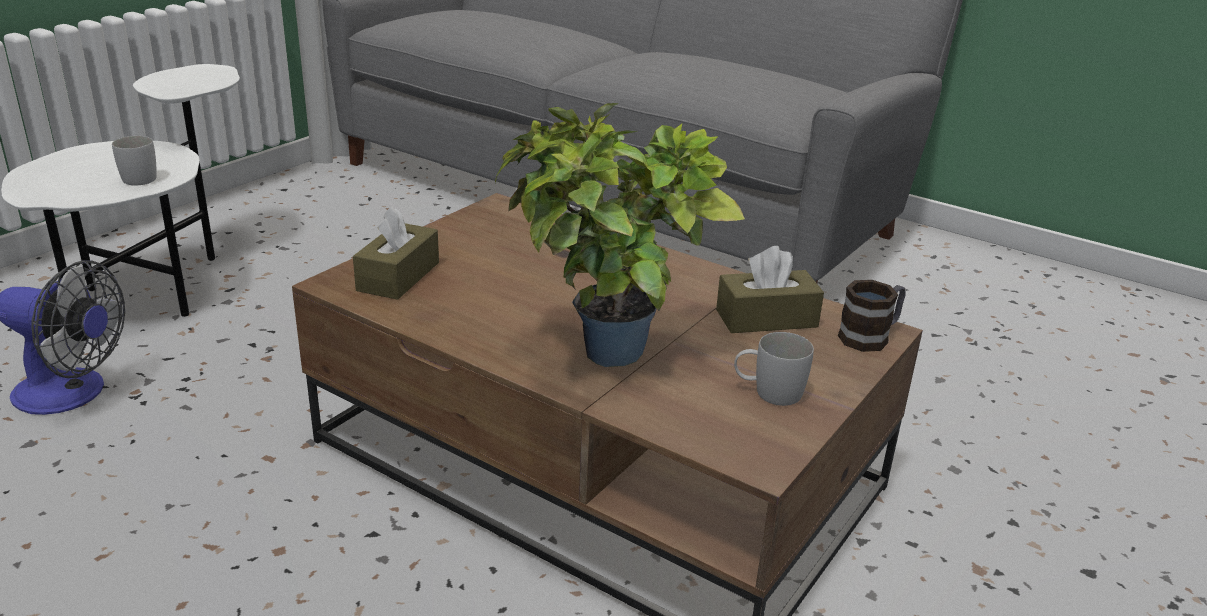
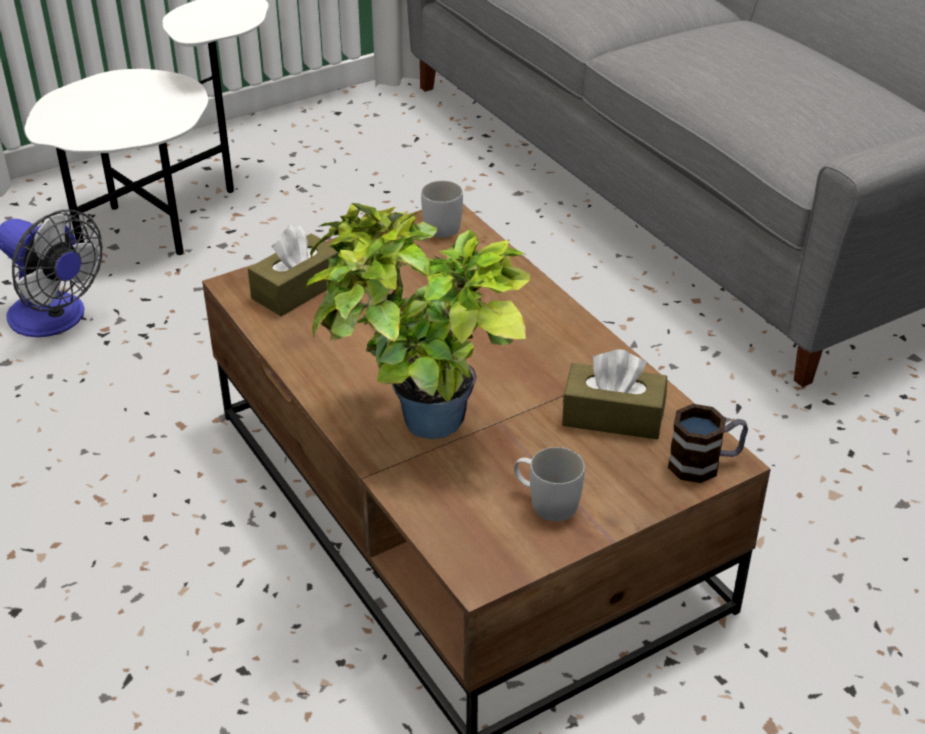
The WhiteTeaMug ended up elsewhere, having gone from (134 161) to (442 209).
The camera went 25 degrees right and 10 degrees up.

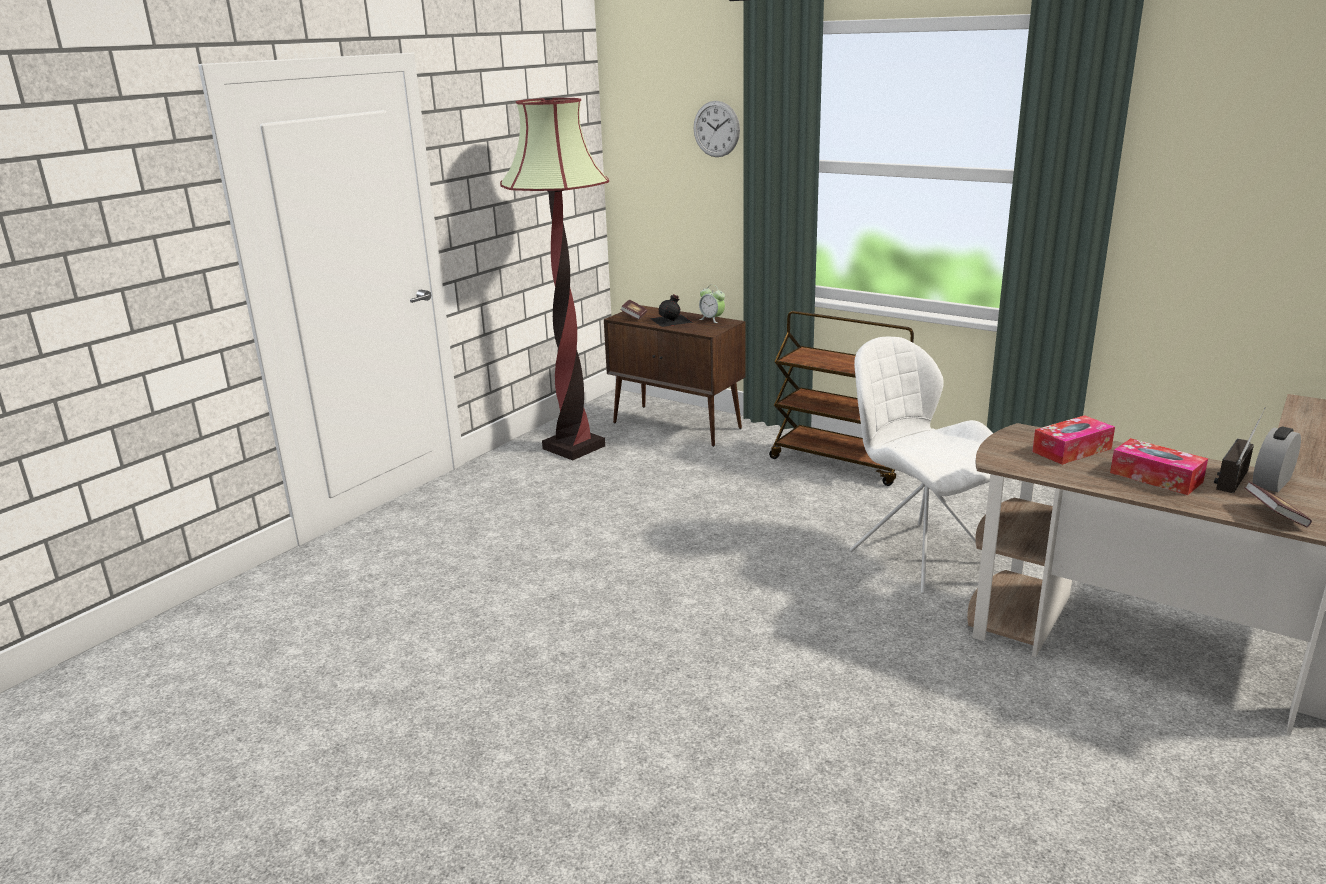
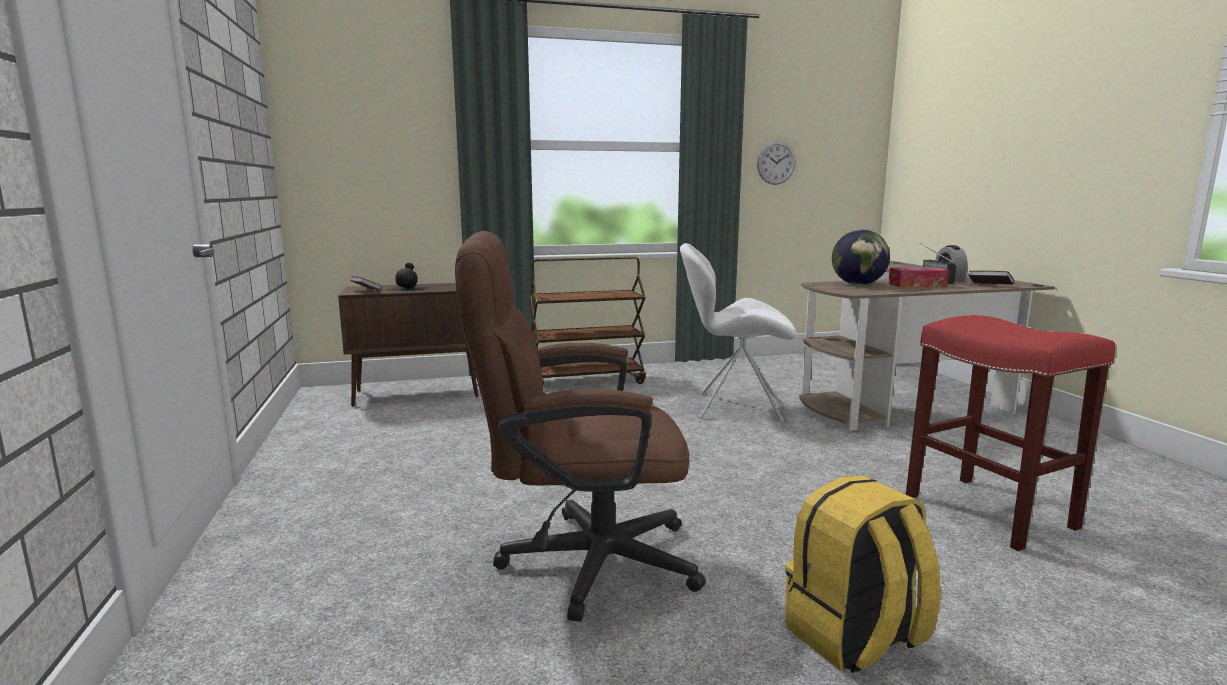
The second view lost the StandingLamp at (554 279).
The ClockOnTheWall ended up elsewhere, having gone from (716 129) to (776 163).
The second view lost the AlarmClock at (712 304).
Where the TissueBox stood at (1073 440), the WorldGlobe came to stand at (861 257).
The second view gained the BrownColouredOfficeChair at (580 426).
The second view gained the YellowishRucksack at (863 574).
The second view gained the ReddishSittingStool at (1010 433).
The camera went 50 degrees left and 10 degrees down.

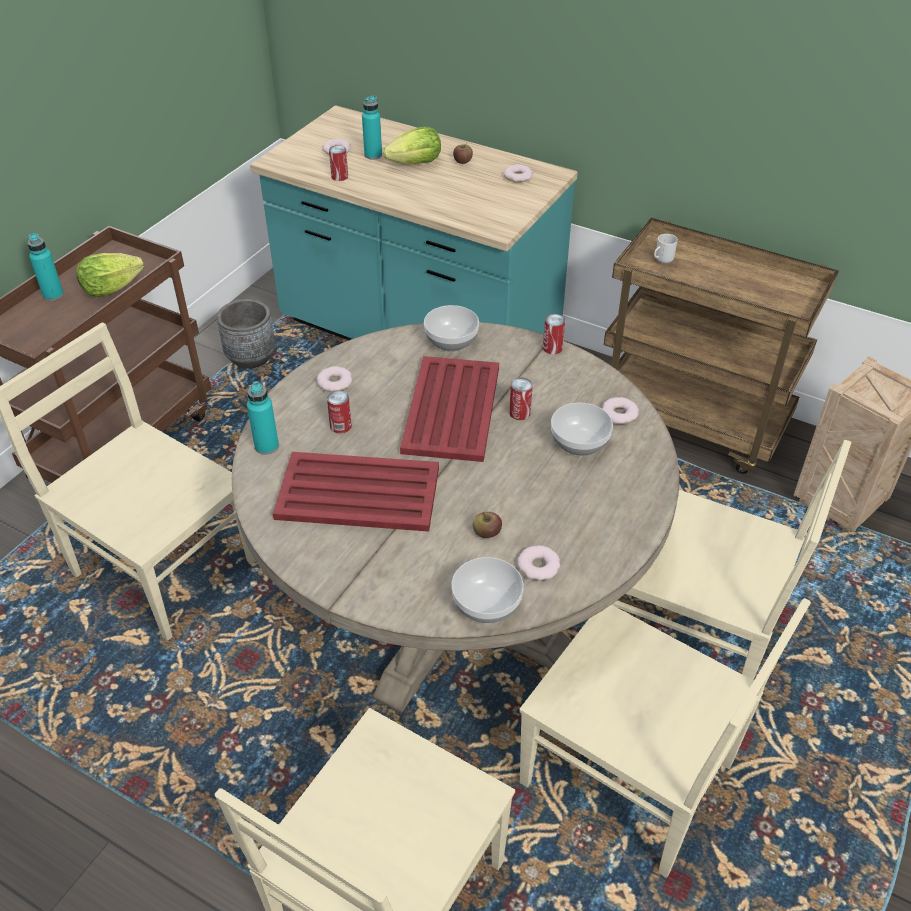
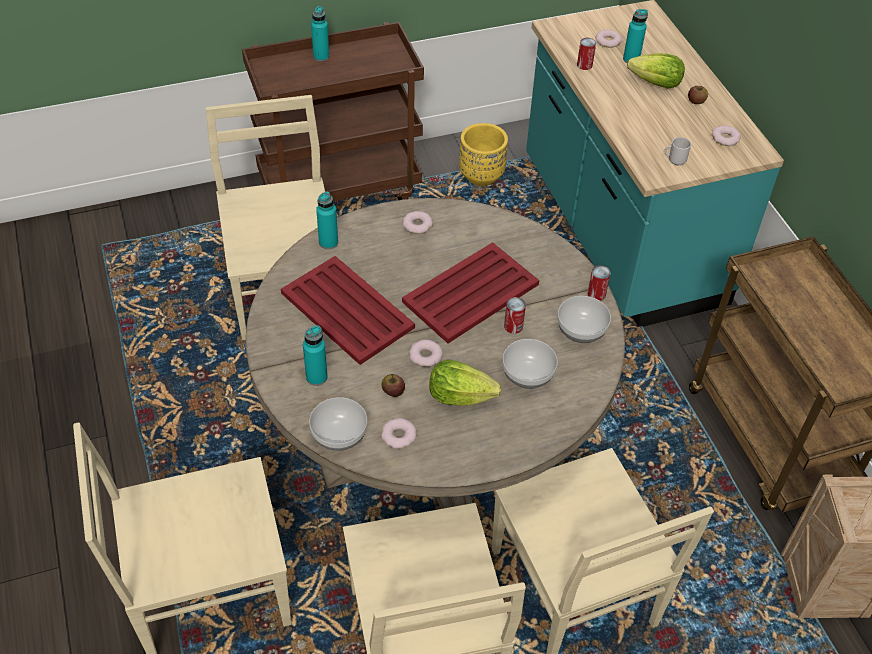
The Lettuce ended up elsewhere, having gone from (110 275) to (465 382).
What was the GreyishPlanter at (246 334) turned into the YellowishPlanter at (483 154).
The second view lost the Can at (339 412).
The ServingBowl ended up elsewhere, having gone from (451 328) to (584 319).
The Doughnut ended up elsewhere, having gone from (620 410) to (426 353).
The TeaMug ended up elsewhere, having gone from (666 249) to (677 151).
The second view gained the TurquoiseColouredBeverageBottle at (315 355).
The camera went 40 degrees right and 5 degrees up.

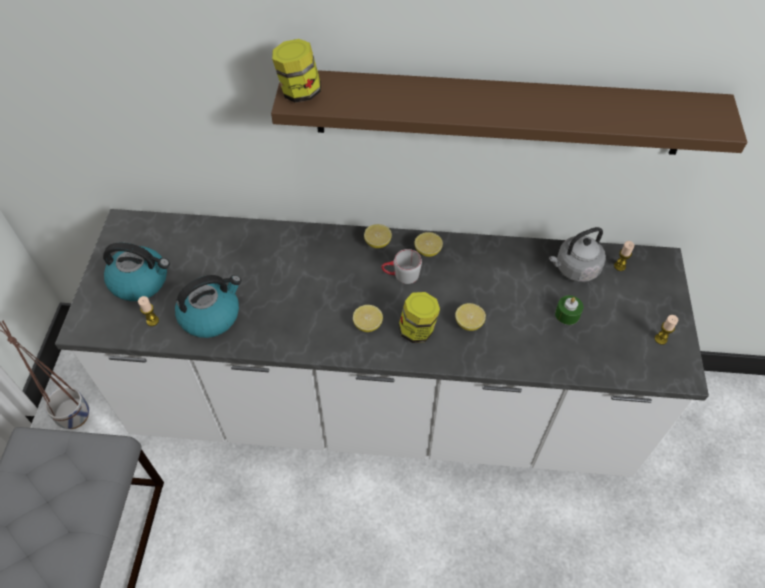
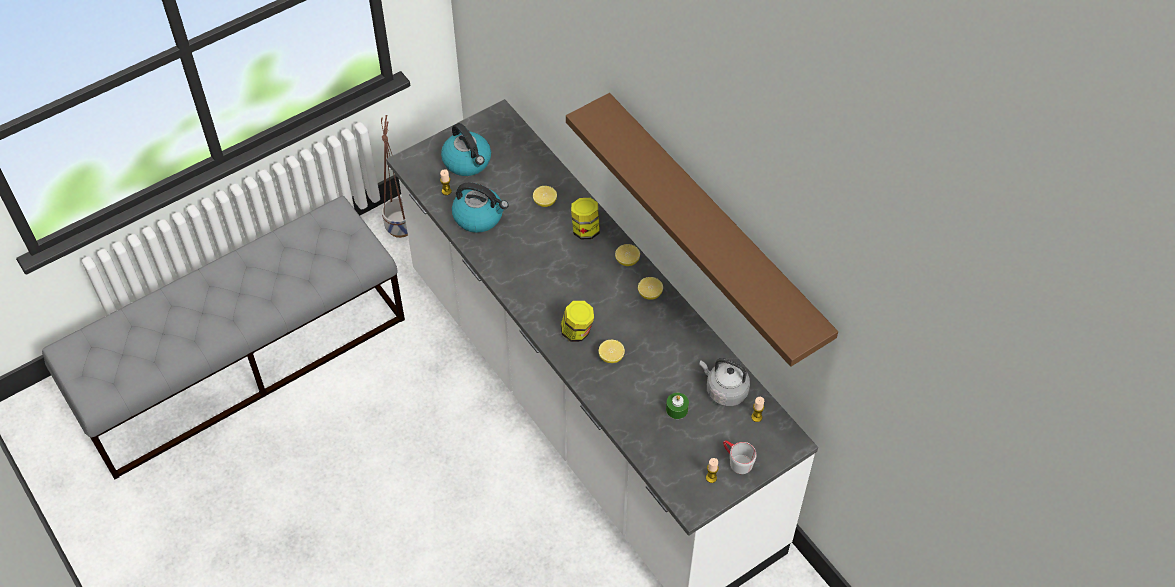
The StorageJar ended up elsewhere, having gone from (296 71) to (585 218).
The WholeLemon ended up elsewhere, having gone from (368 318) to (545 196).
The GreyishTeaMug ended up elsewhere, having gone from (401 266) to (739 457).
The camera went 50 degrees right and 0 degrees up.

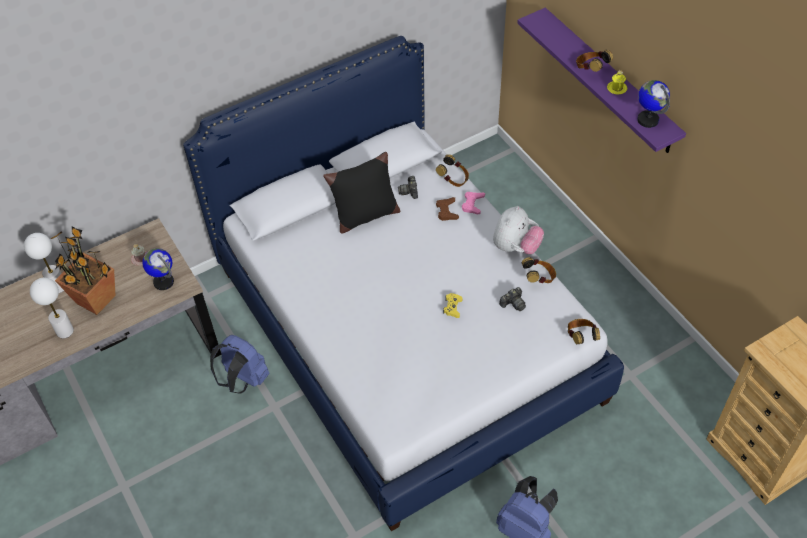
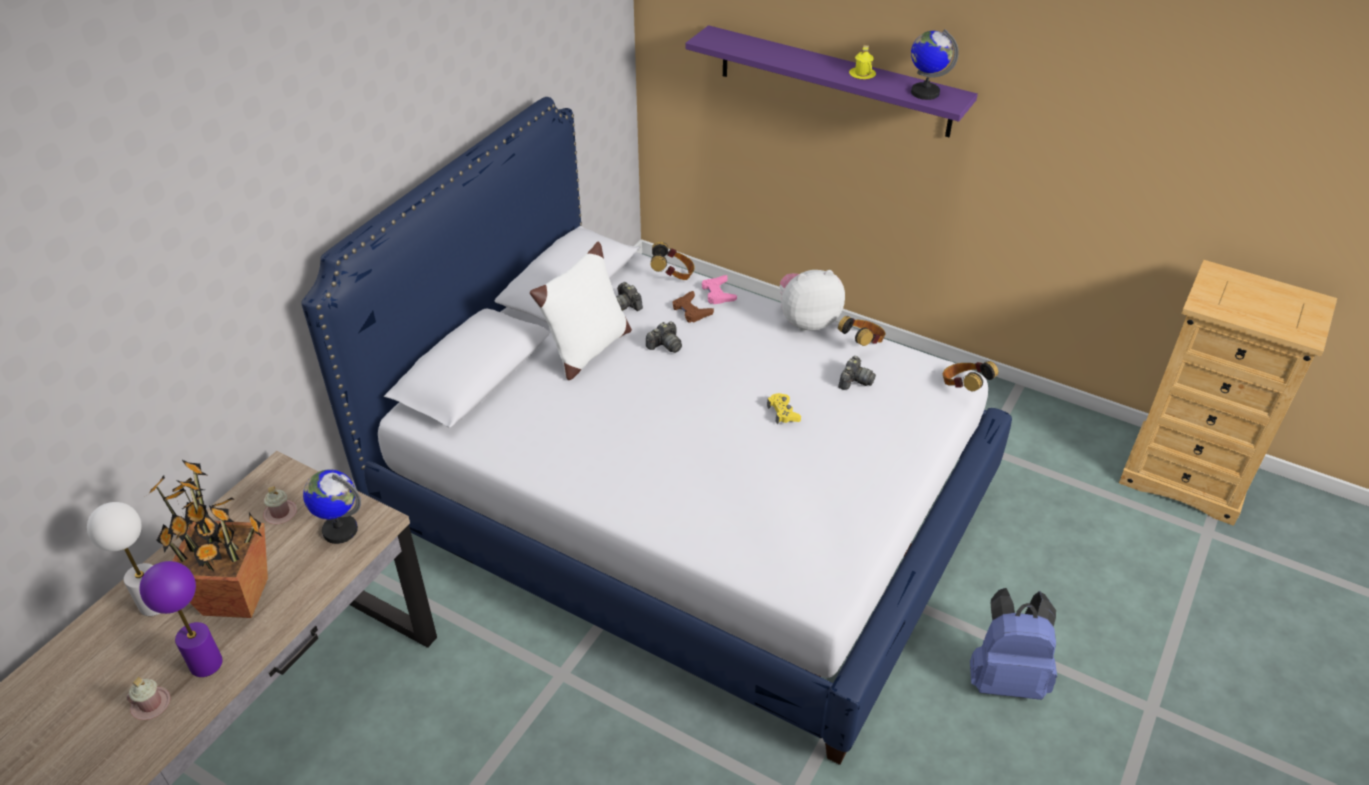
What was the WhiteTableLamp at (52 308) turned into the PurpleColouredTableLamp at (181 619).
The second view lost the BlueColouredRucksack at (240 364).
What was the BlackishThrowPillow at (362 193) turned into the WhiteThrowPillow at (581 310).
The CuddlyToy at (518 230) ended up facing another way, 105 degrees counterclockwise from before.
The second view lost the Headphones at (594 61).
The second view gained the PinkishTeaMug at (149 698).
The second view gained the PhotoCamera at (664 337).
The camera went 30 degrees left and 10 degrees down.

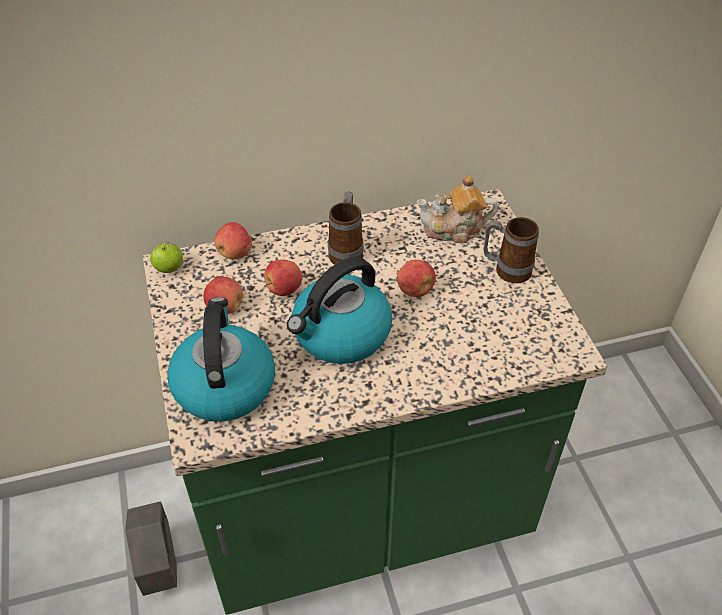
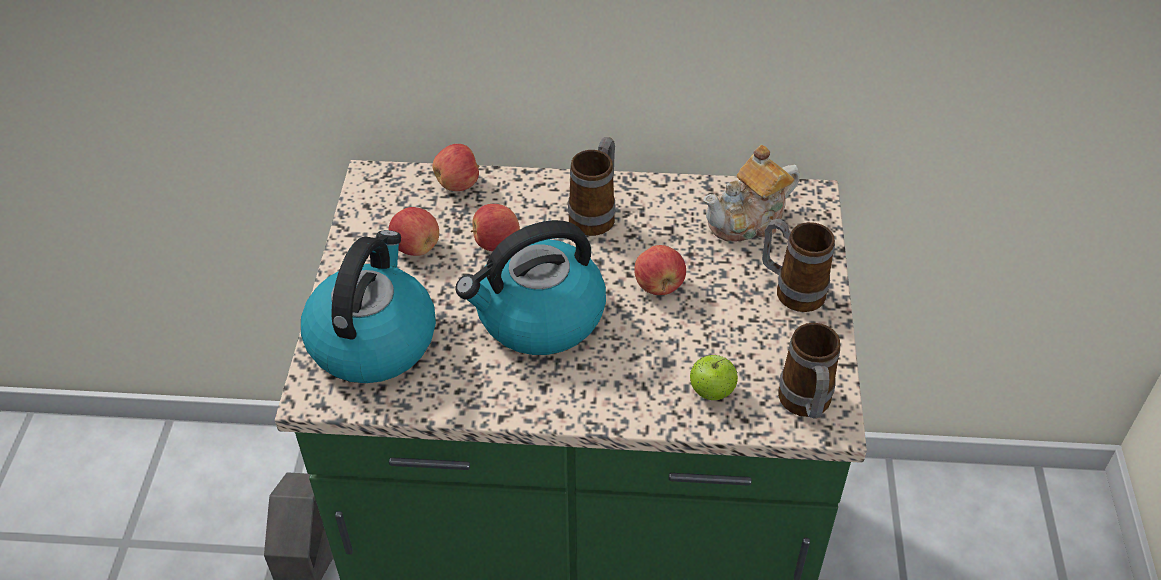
The Apple ended up elsewhere, having gone from (166 257) to (714 377).
The Teapot at (457 209) ended up facing another way, 45 degrees counterclockwise from before.
The second view gained the TeaMug at (809 371).
The camera went 20 degrees right and 0 degrees up.

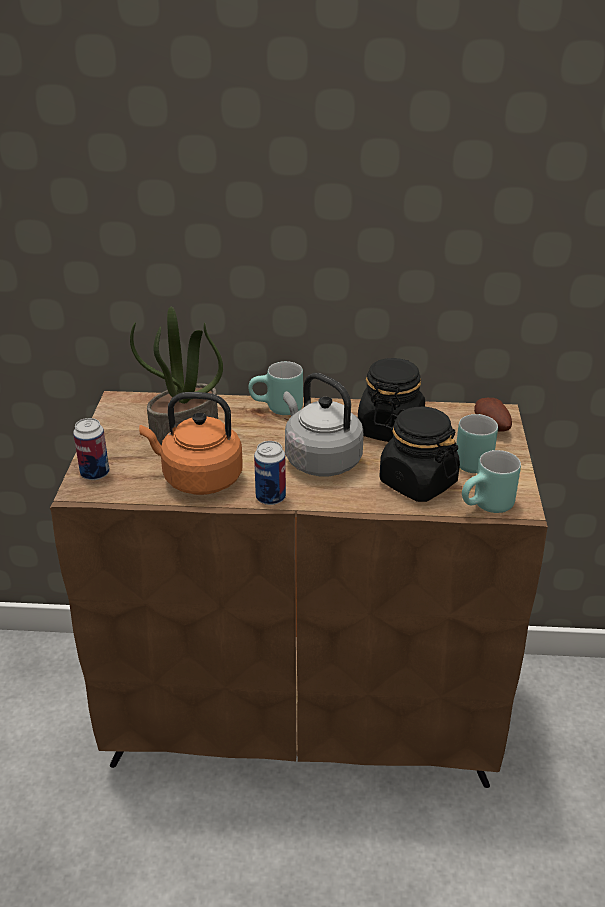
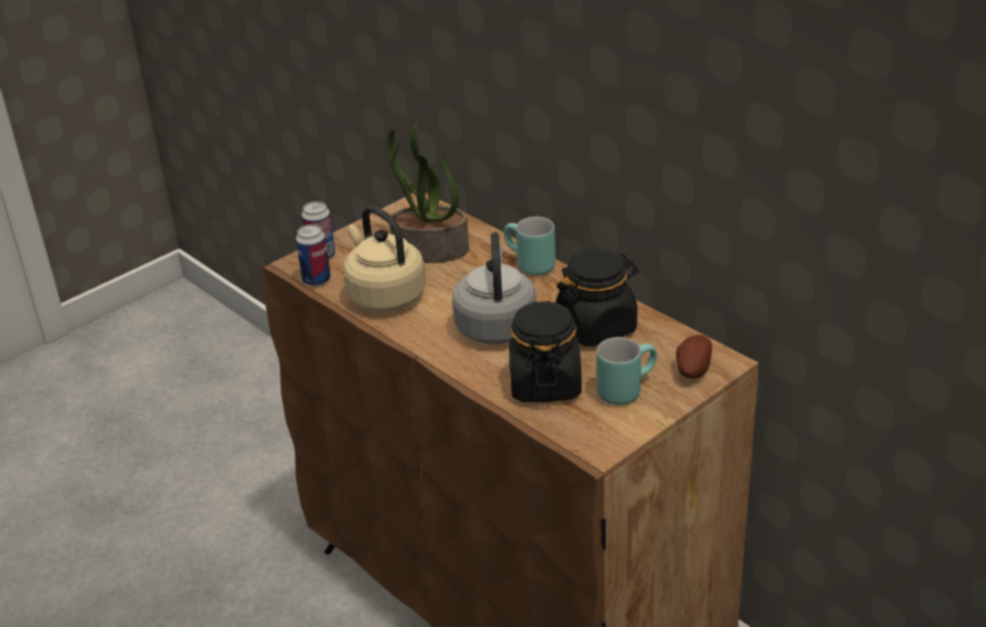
What was the OrangeColouredTeaKettle at (191 443) turned into the SandColouredTeaKettle at (384 259).
The Can ended up elsewhere, having gone from (270 473) to (313 255).
The second view lost the TurquoiseColouredTeaMug at (491 481).
The camera went 45 degrees right and 0 degrees up.

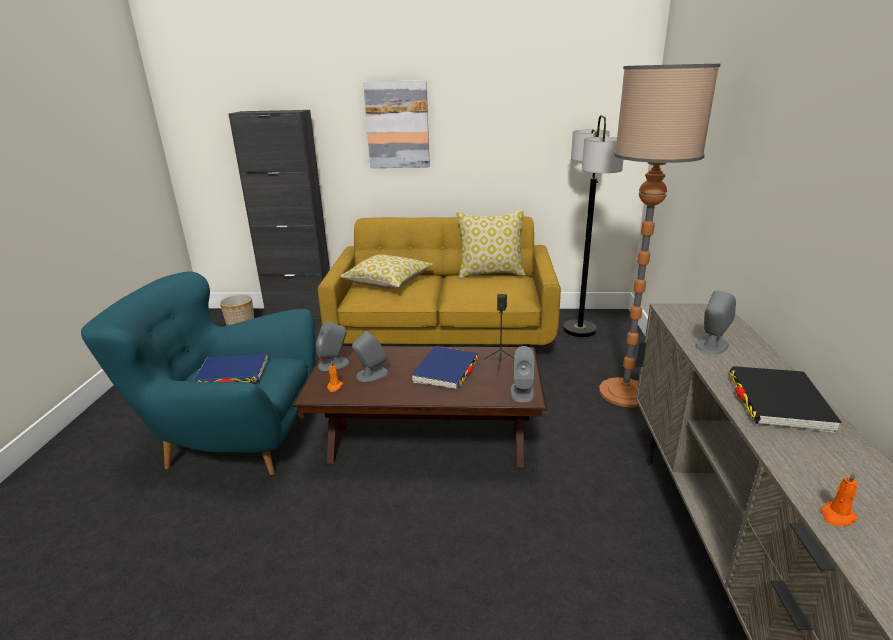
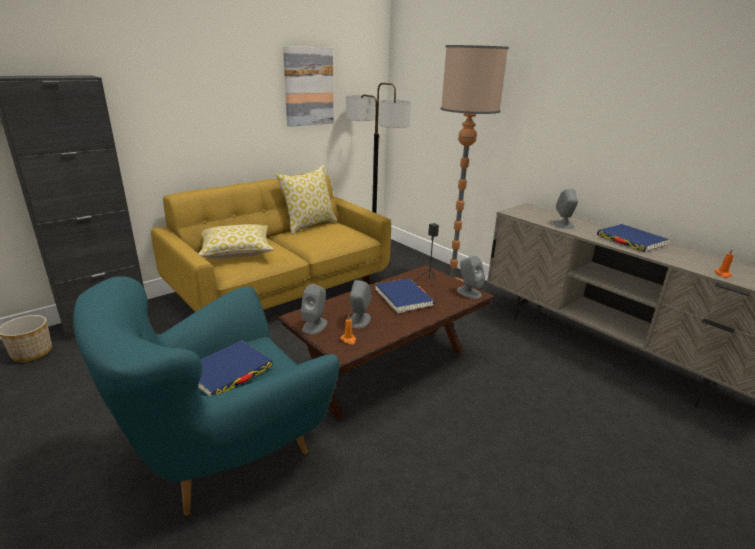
The Picture ended up elsewhere, having gone from (396 124) to (308 86).
What was the BlackishBook at (786 399) turned into the BlueColouredBook at (633 238).
The camera went 45 degrees left and 0 degrees up.

